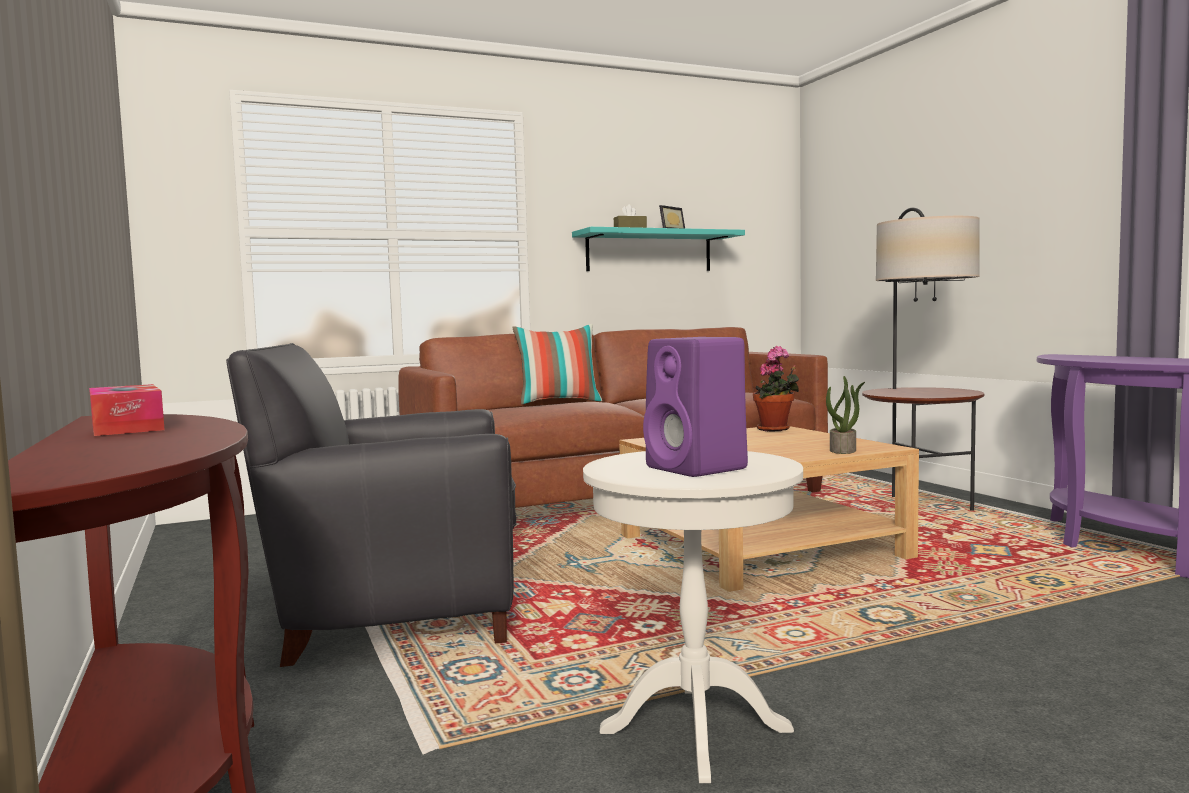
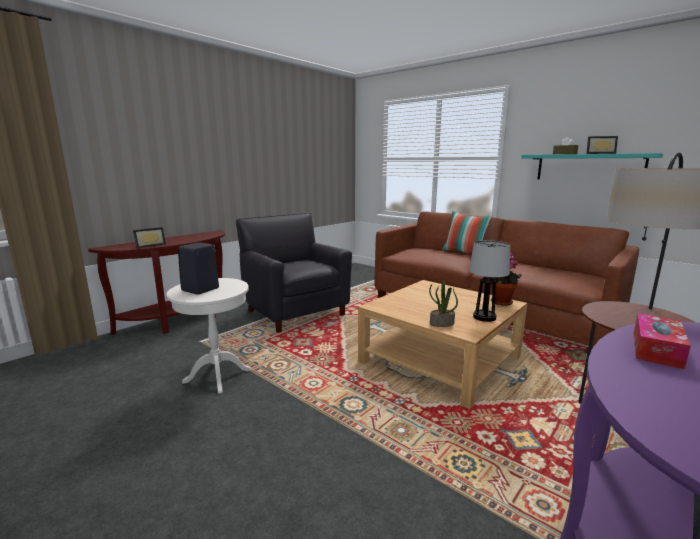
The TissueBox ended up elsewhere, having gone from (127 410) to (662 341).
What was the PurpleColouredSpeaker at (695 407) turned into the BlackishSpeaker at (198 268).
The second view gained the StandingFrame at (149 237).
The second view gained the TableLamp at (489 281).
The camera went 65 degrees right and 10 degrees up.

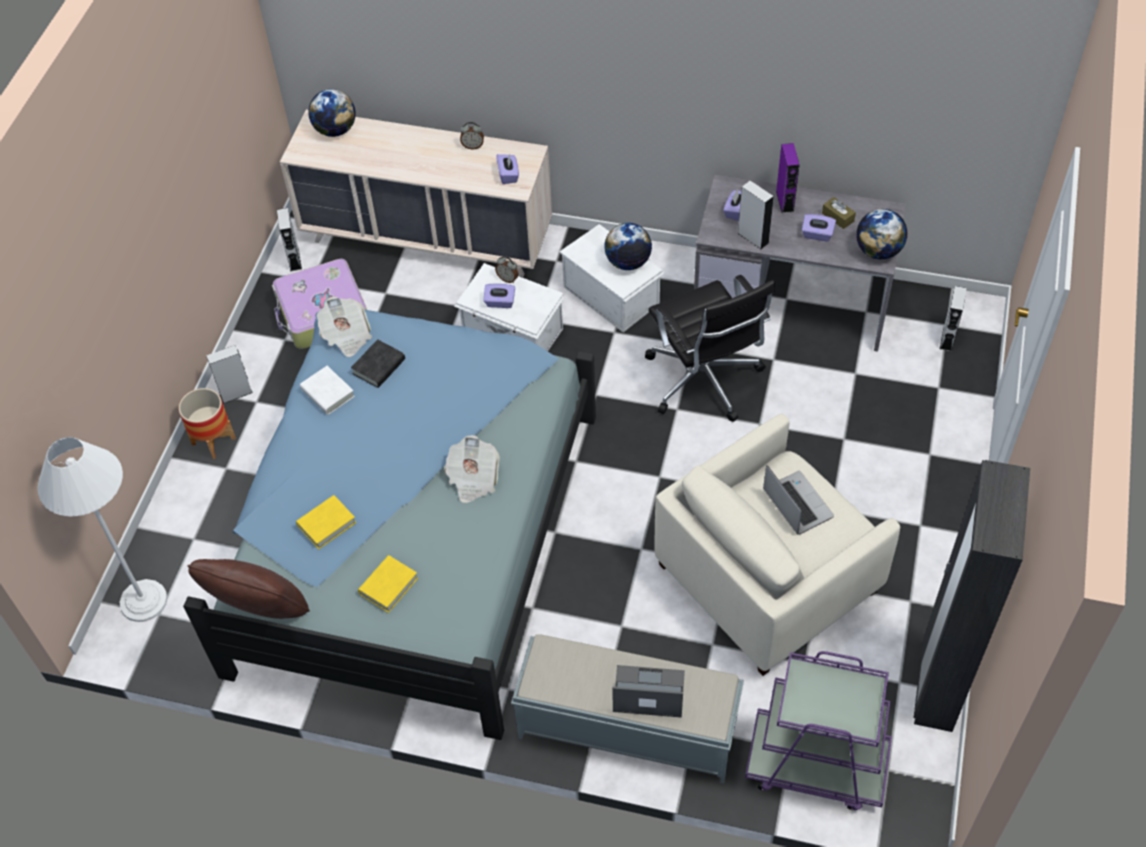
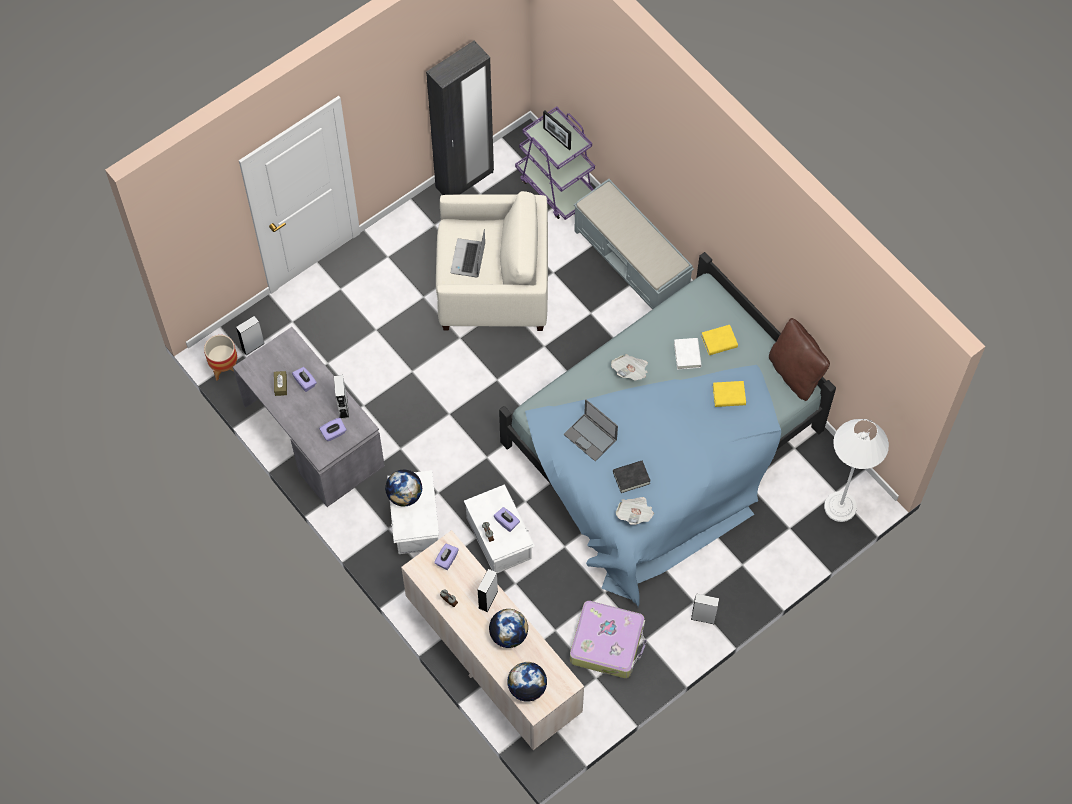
The Planter ended up elsewhere, having gone from (207 423) to (220 358).
The GreyishSpeaker ended up elsewhere, having gone from (289 239) to (488 590).
The WhiteBook ended up elsewhere, having gone from (327 390) to (688 354).
The PortableComputer ended up elsewhere, having gone from (648 691) to (590 430).
The second view lost the BlackishOfficeChair at (710 348).
The second view lost the PurpleColouredSpeaker at (788 178).
The WorldGlobe ended up elsewhere, having gone from (881 234) to (508 628).
The second view gained the StandingFrame at (557 130).
The camera went 145 degrees left and 10 degrees up.

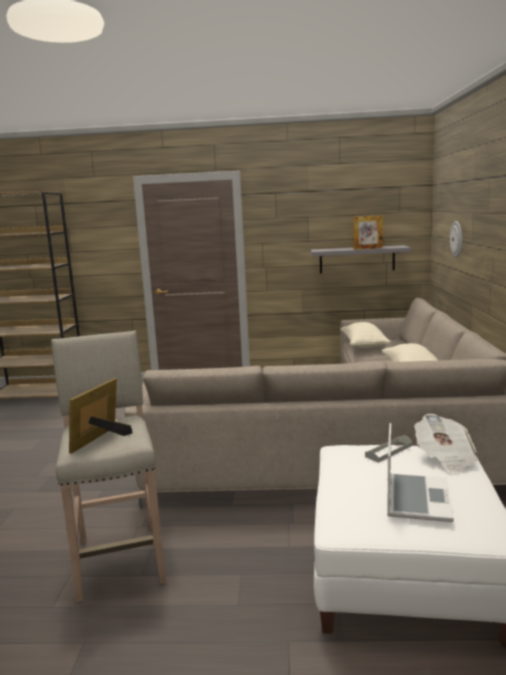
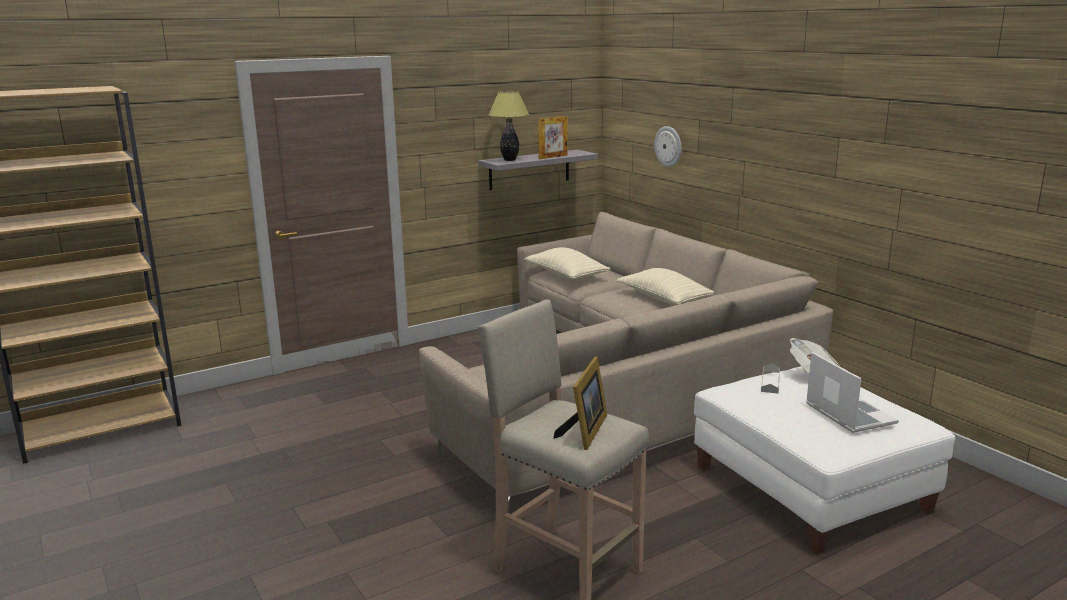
The StandingFrame at (101 416) ended up facing another way, 150 degrees counterclockwise from before.
The second view gained the TableLamp at (509 126).
The camera went 35 degrees left and 5 degrees up.

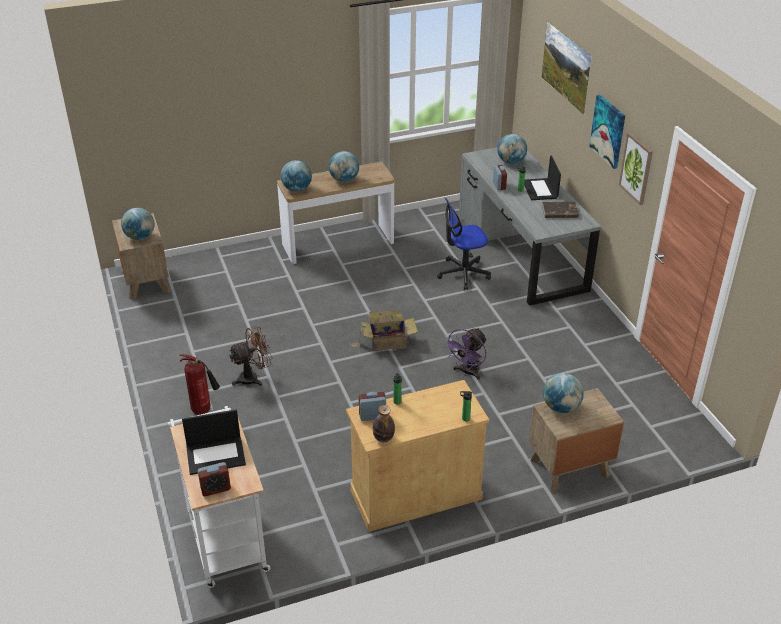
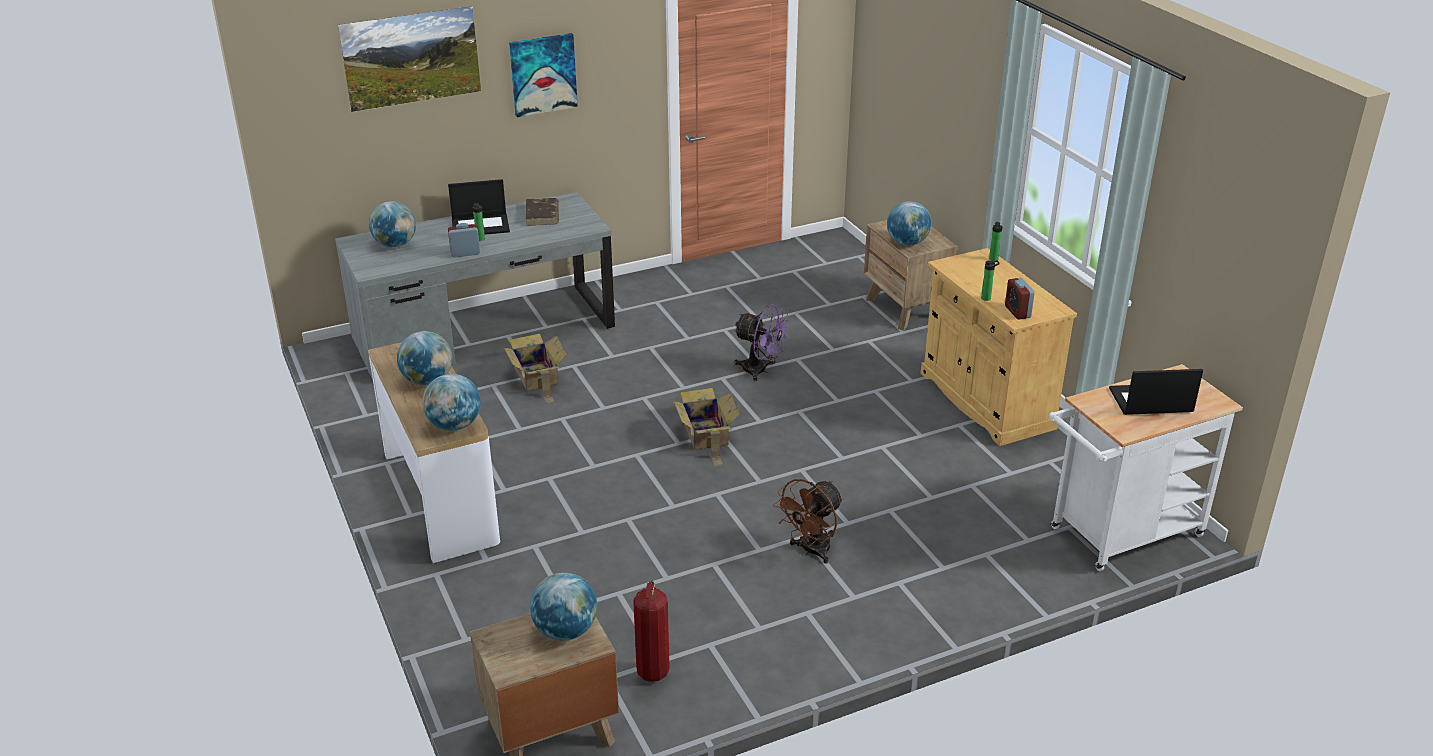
The Extinguisher ended up elsewhere, having gone from (199 384) to (651 631).
The PortableComputer at (214 442) ended up facing another way, 75 degrees counterclockwise from before.
The second view lost the AlarmClock at (214 479).
The BrownColouredFan at (250 356) ended up facing another way, 105 degrees counterclockwise from before.
The second view lost the BeverageBottle at (384 423).
Where the OfficeChair stood at (464 243), the Carton came to stand at (536 369).
The second view lost the Picture at (636 169).
The camera went 95 degrees left and 5 degrees down.

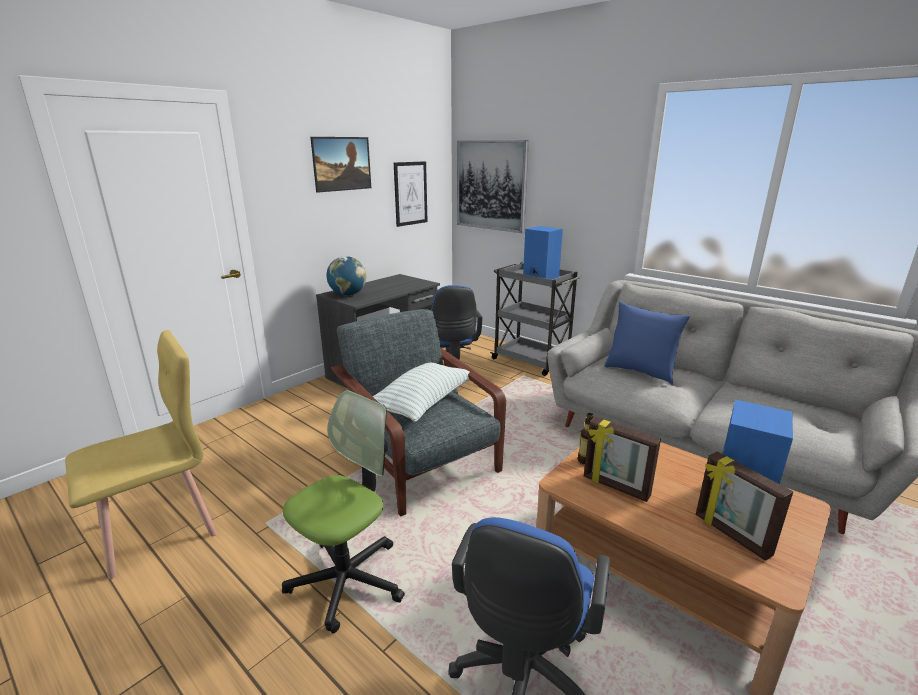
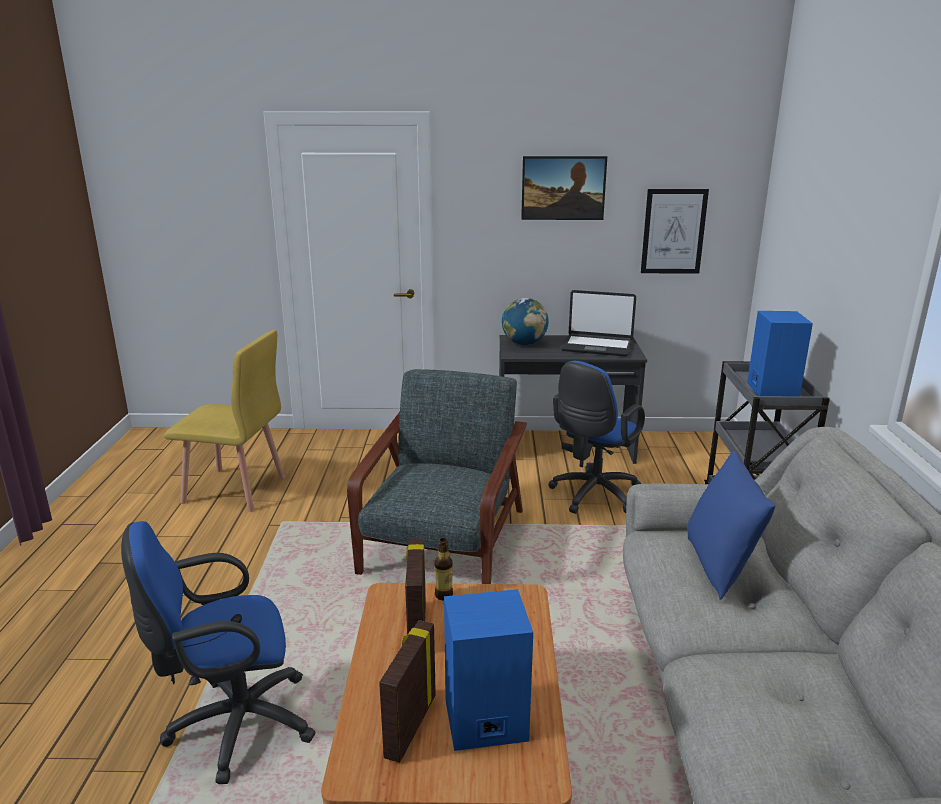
The second view lost the OfficeChair at (343 511).
The second view lost the ThrowPillow at (421 392).
The second view lost the Picture at (493 186).
The second view gained the PortableComputer at (598 323).
The camera went 50 degrees right and 0 degrees up.

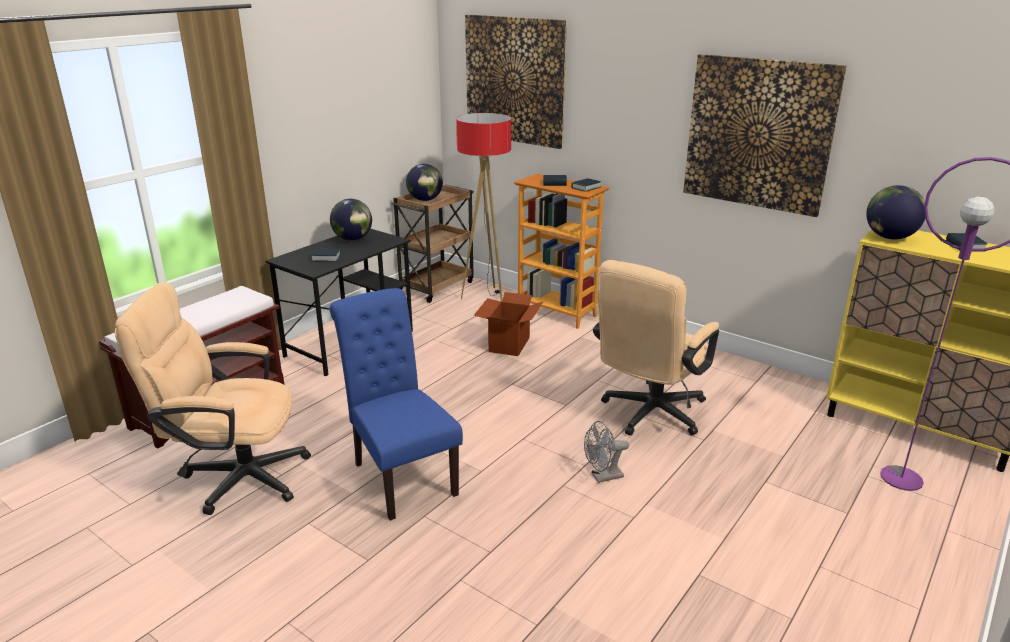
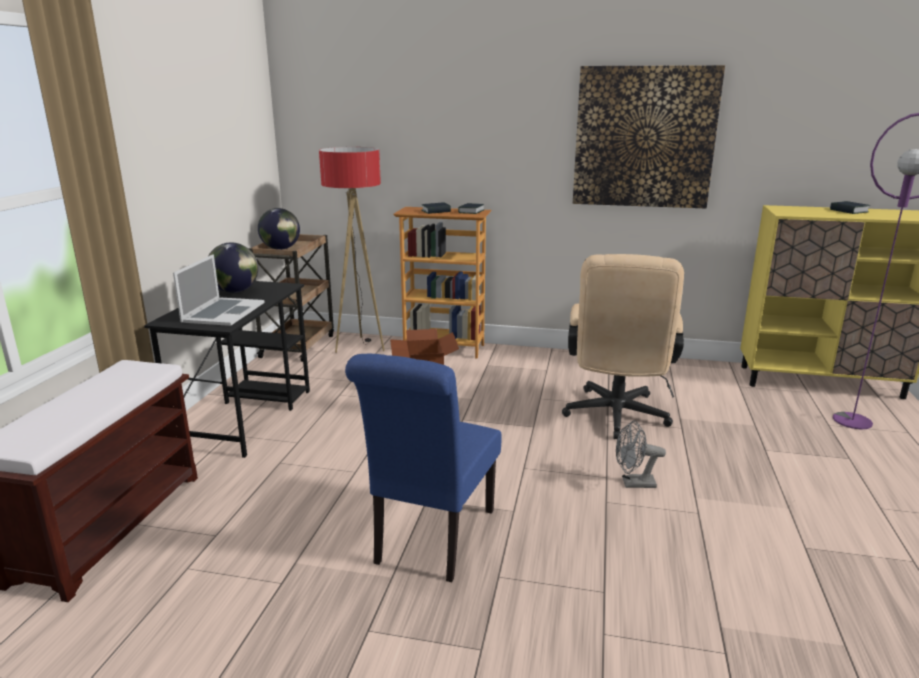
The second view lost the SandColouredOfficeChair at (213 398).
Where the Book stood at (326 255), the PortableComputer came to stand at (219 290).
The BlueColouredPlainChair at (396 404) ended up facing another way, 105 degrees counterclockwise from before.
The second view lost the Picture at (516 82).
The GreyishFan at (606 452) ended up facing another way, 45 degrees clockwise from before.
The second view lost the WorldGlobe at (895 212).
The camera went 25 degrees left and 5 degrees down.

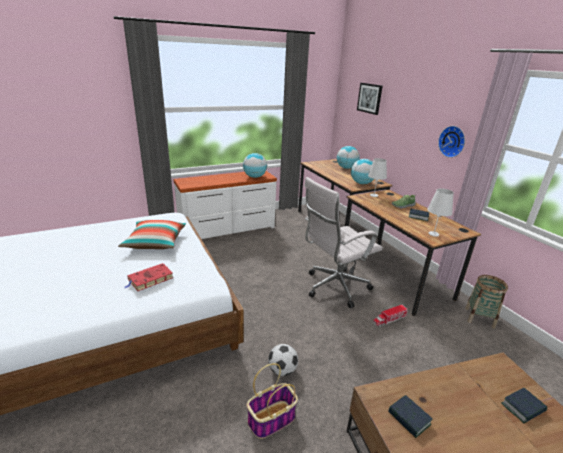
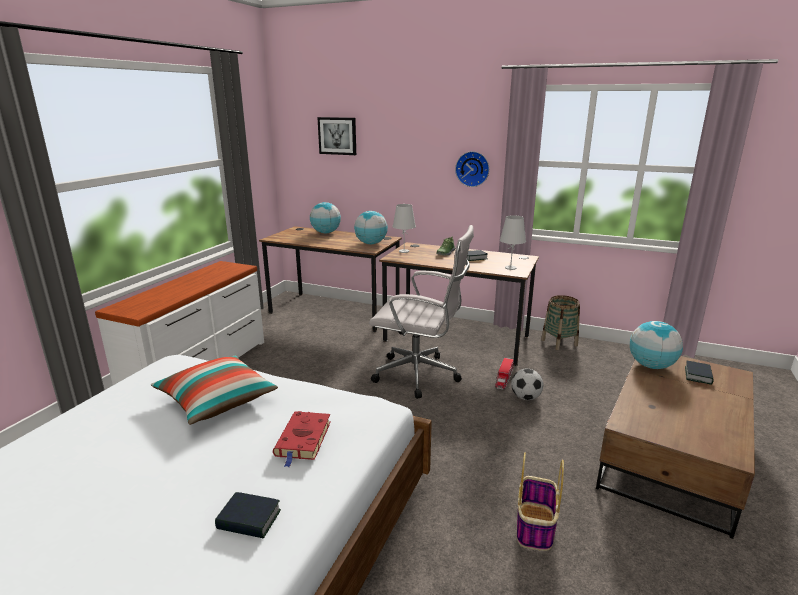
The WorldGlobe ended up elsewhere, having gone from (255 165) to (656 345).
The Football ended up elsewhere, having gone from (283 360) to (527 384).
The WhiteOfficeChair at (343 242) ended up facing another way, 90 degrees counterclockwise from before.
The Book ended up elsewhere, having gone from (410 416) to (248 515).
The camera went 40 degrees left and 5 degrees down.

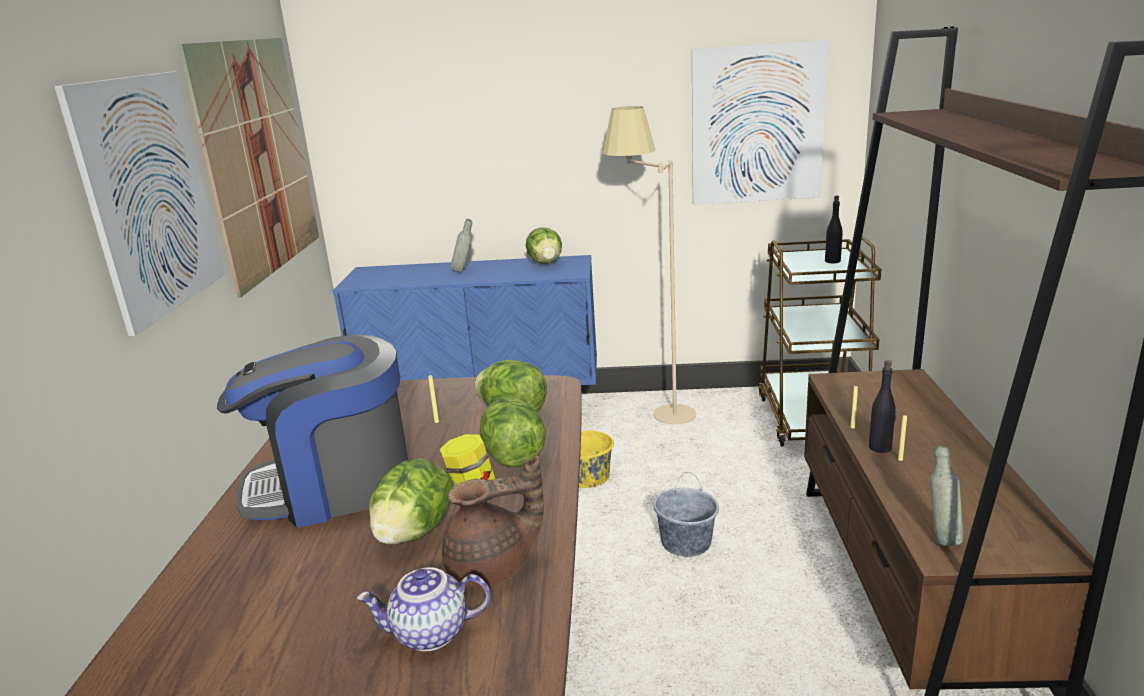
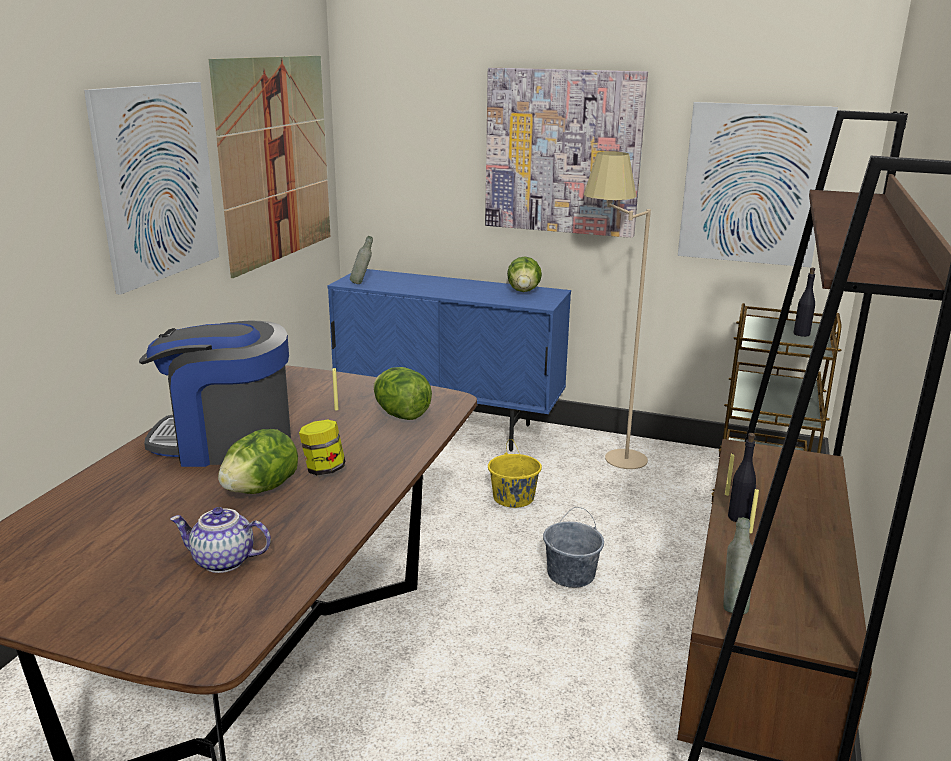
The second view lost the BrownColouredTeapot at (493 521).
The GreyishBeverageBottle ended up elsewhere, having gone from (461 245) to (361 260).
The second view lost the Lettuce at (513 432).
The second view gained the Picture at (566 153).
The camera went 15 degrees right and 0 degrees up.

